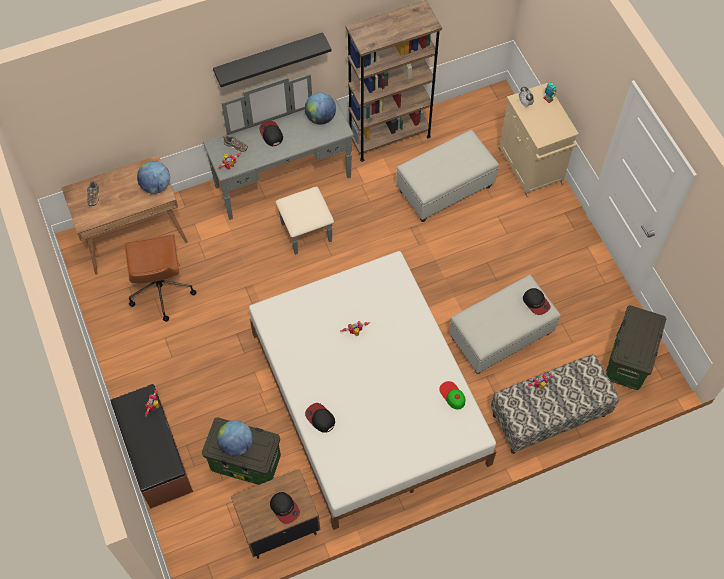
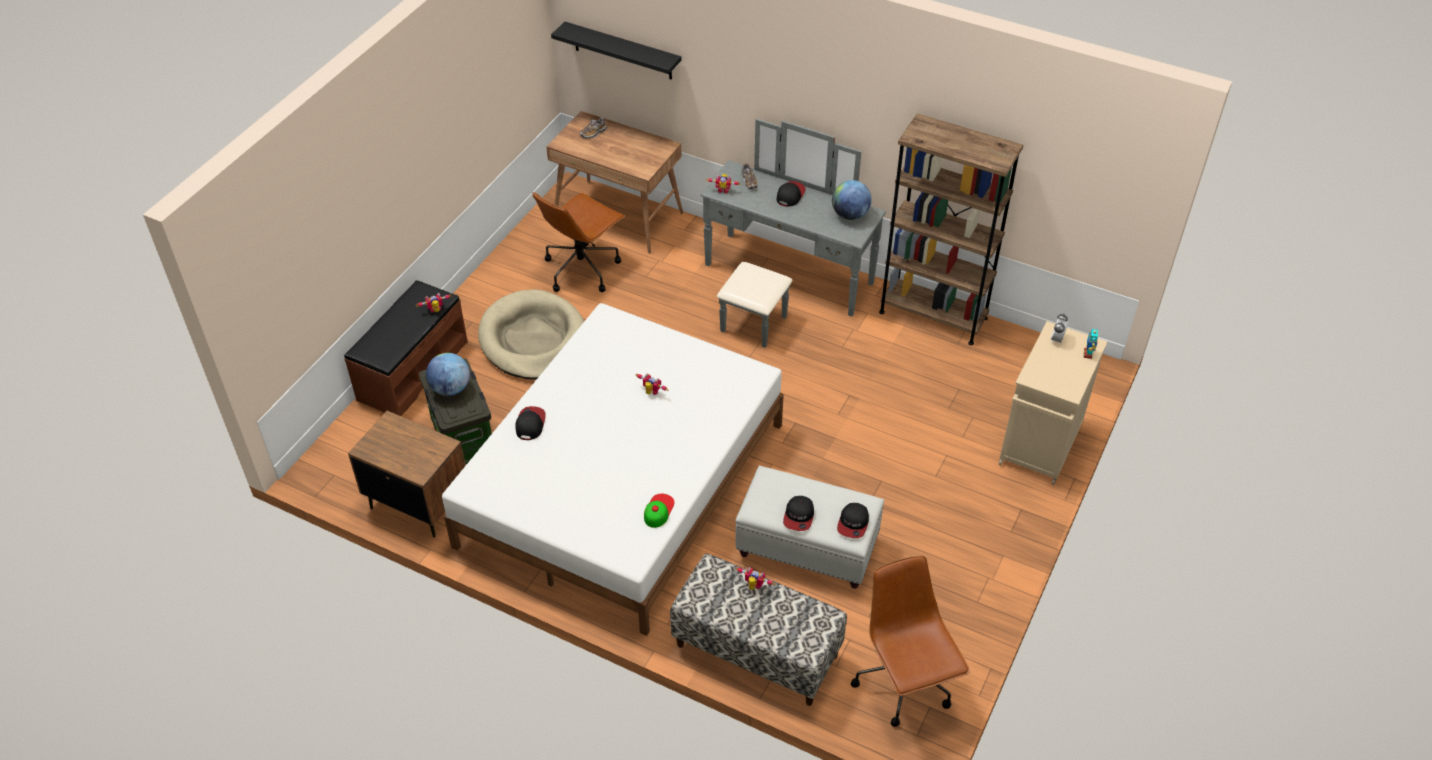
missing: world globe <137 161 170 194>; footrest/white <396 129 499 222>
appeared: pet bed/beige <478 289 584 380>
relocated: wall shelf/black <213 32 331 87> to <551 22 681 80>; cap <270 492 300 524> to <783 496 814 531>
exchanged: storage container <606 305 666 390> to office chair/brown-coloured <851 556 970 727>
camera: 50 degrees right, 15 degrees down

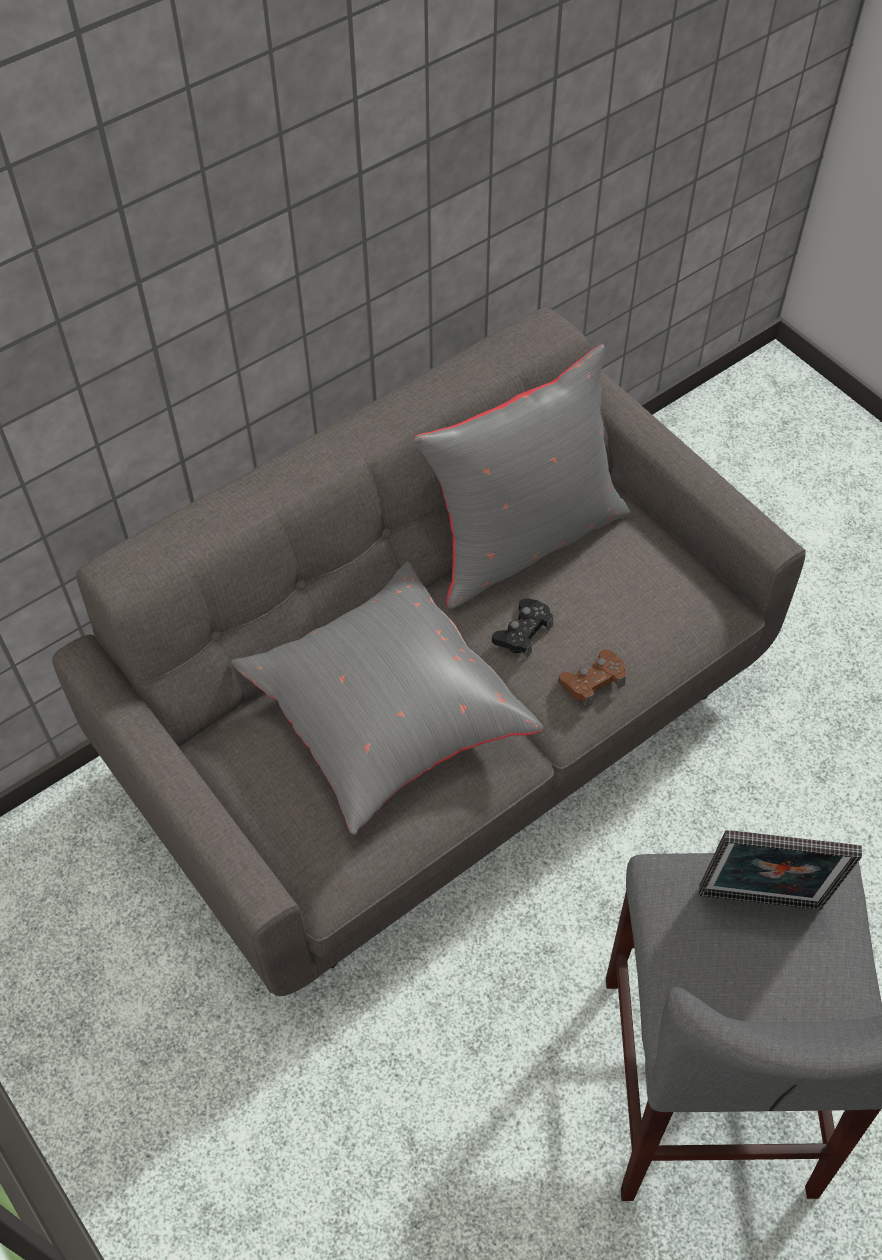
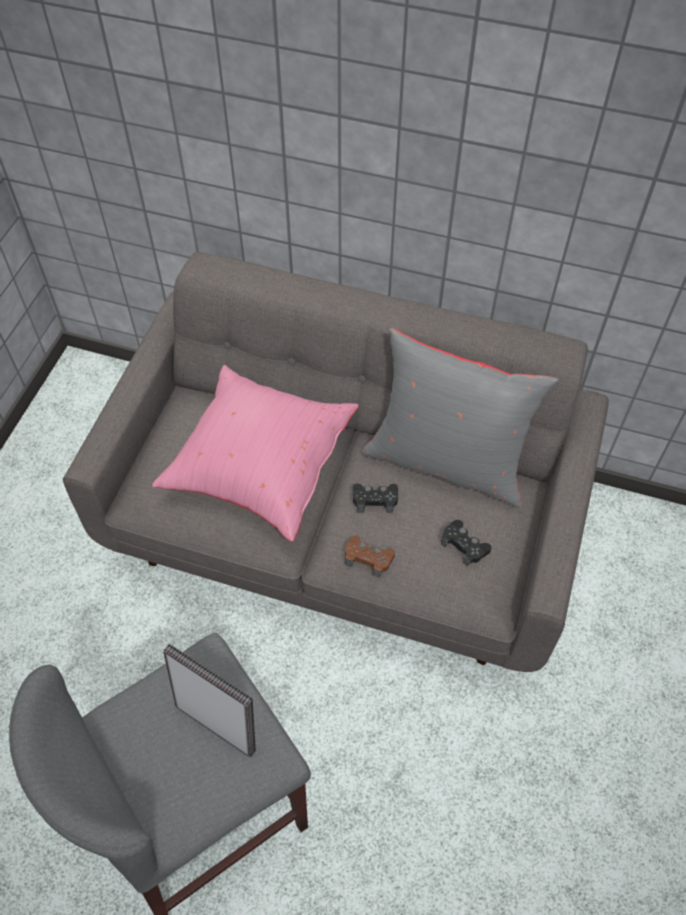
appeared: game controller/black <441 520 492 567>
colour: throw pillow/grey <231 562 543 835> to throw pillow/pink-coloured <152 365 359 541>
spun: photo frame <699 830 862 910> = <163 644 256 758> 150 degrees clockwise
camera: 55 degrees right, 0 degrees up

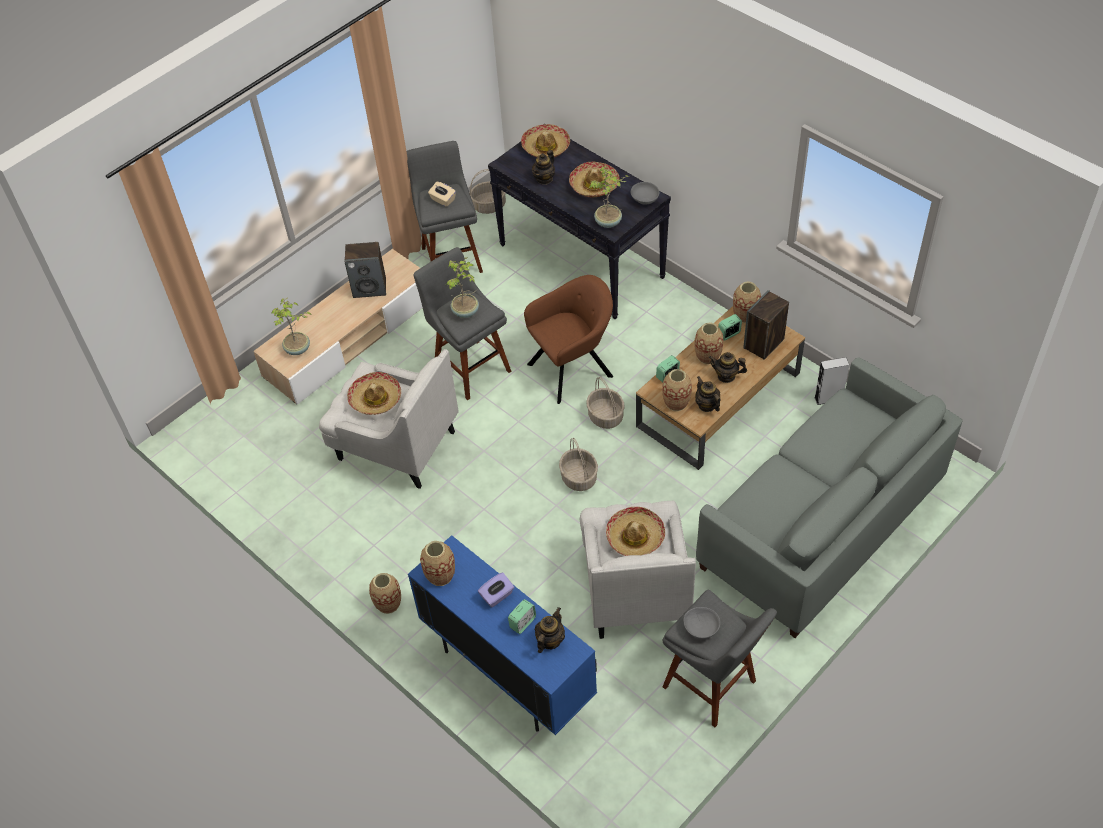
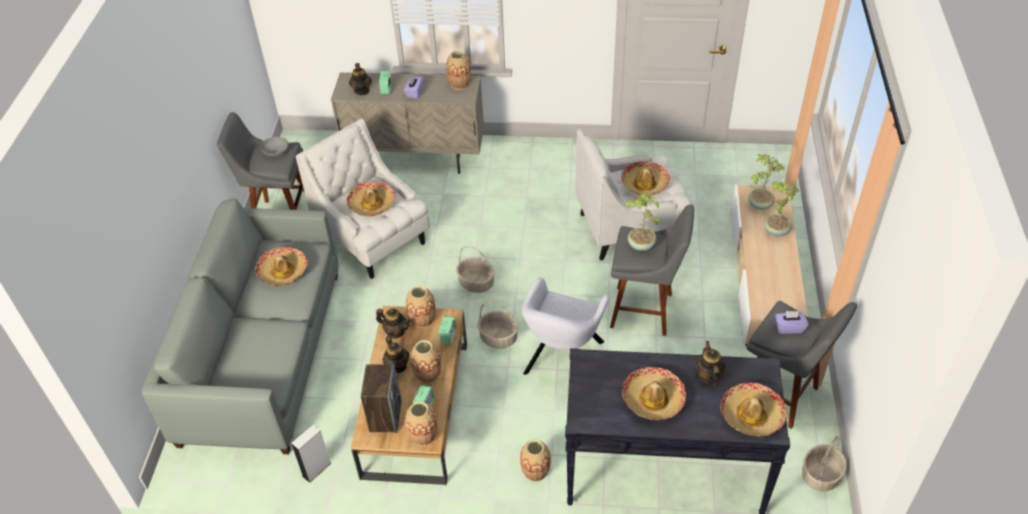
missing: loudspeaker <344 242 386 298>; serving bowl/grey <631 182 659 204>
appeared: wearable hat <255 247 307 286>
relocated: flower vase <369 573 401 614> to <520 440 551 482>; plant in a pot <589 165 629 228> to <764 181 799 236>
colour: cabinet/blue <408 535 597 735> to cabinet/beige <331 72 484 174>; tissue holder/beige <428 182 456 207> to tissue holder/purplish <775 311 808 334>; lounge chair/brown-coloured <524 275 613 404> to lounge chair/grey <522 277 610 375>
spun: pot for tea <709 352 747 383> = <383 336 409 373> 90 degrees clockwise
camera: 140 degrees right, 5 degrees down

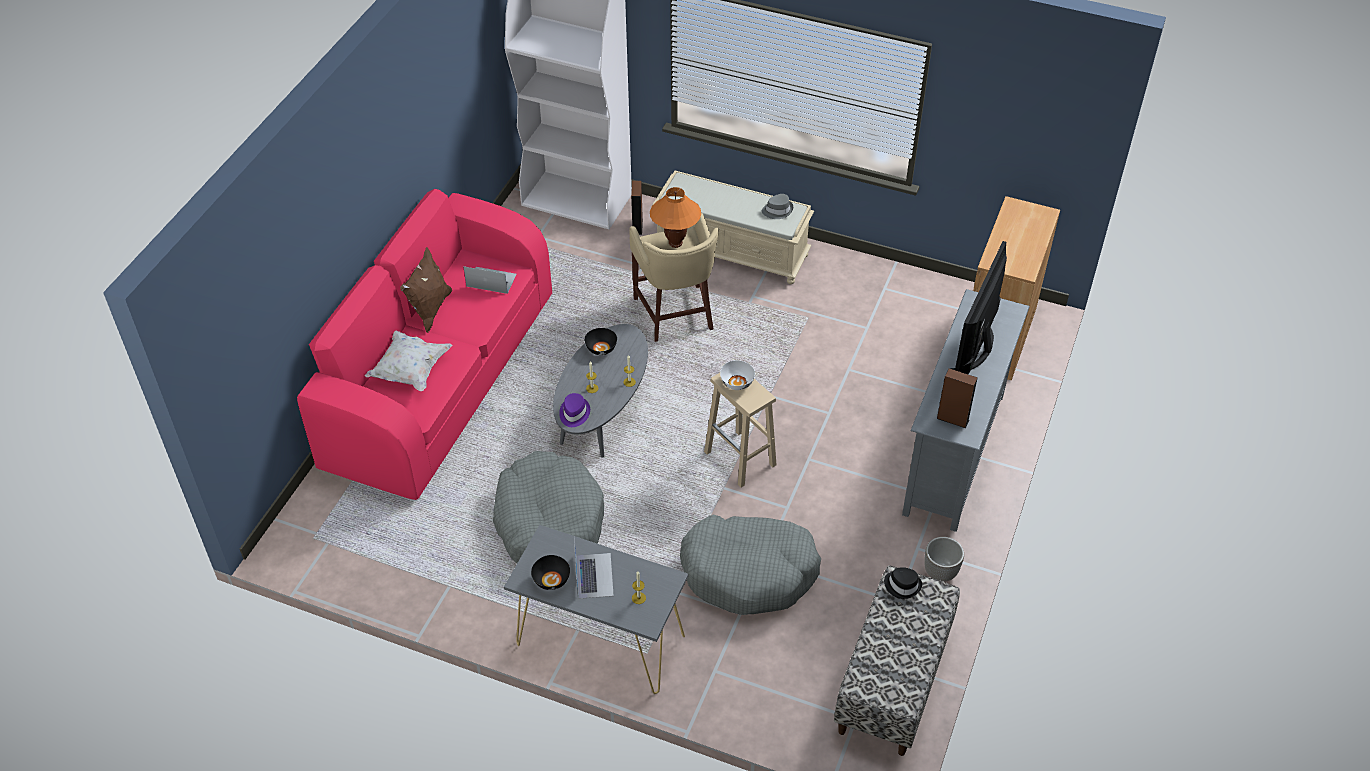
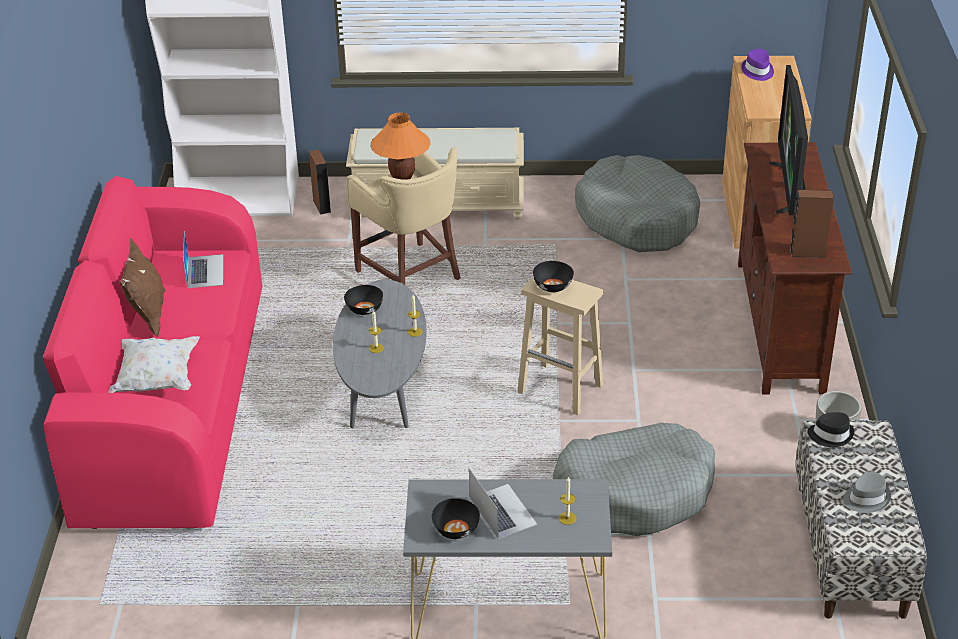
relocated: pet bed/grey <493 451 604 563> to <575 155 700 252>; wearable hat/purplish <559 393 590 427> to <741 49 774 81>; wearable hat/grey <762 194 793 219> to <843 472 891 513>
colour: serving bowl/white <720 360 755 390> to serving bowl/black <533 261 574 292>; media console/grey <902 289 1030 532> to media console/brown-coloured <738 142 852 394>
spun: laptop <463 266 517 294> = <183 231 223 288> 90 degrees clockwise
camera: 20 degrees left, 10 degrees down

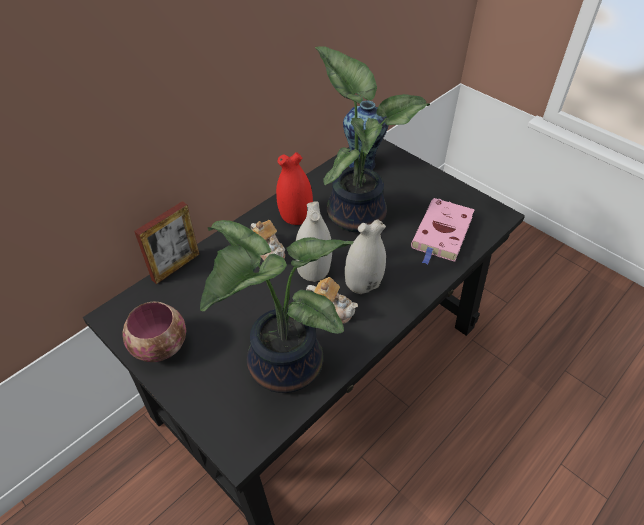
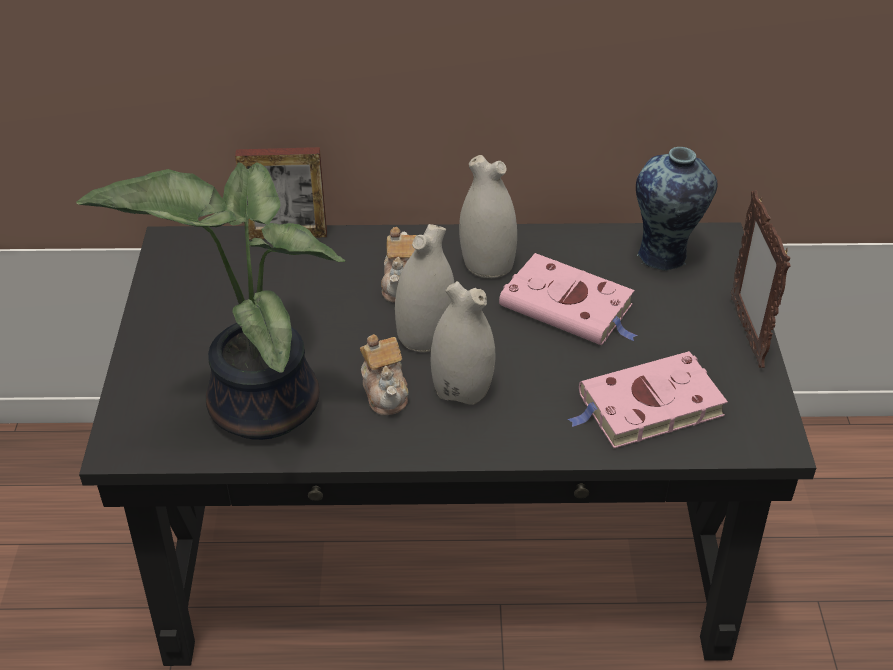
missing: serving bowl <122 301 187 362>
appeared: photo frame <731 190 791 368>
exchanged: plant in a pot <315 47 430 232> to volume/pink-coloured <499 253 638 345>
colour: flower vase/red-coloured <276 152 313 225> to flower vase/white <459 155 517 278>
camera: 45 degrees right, 5 degrees down

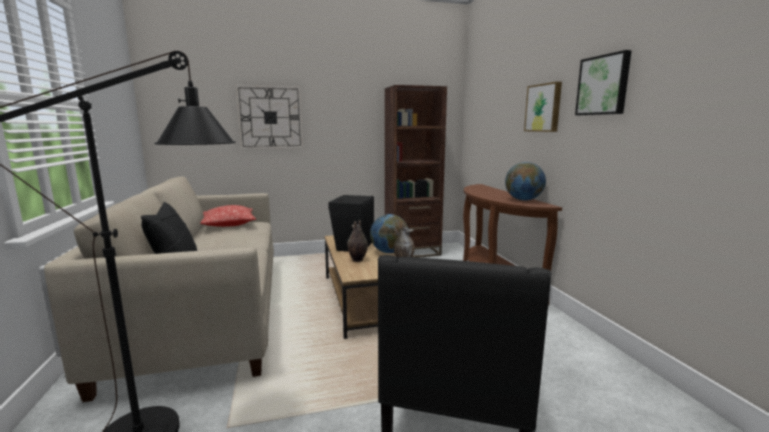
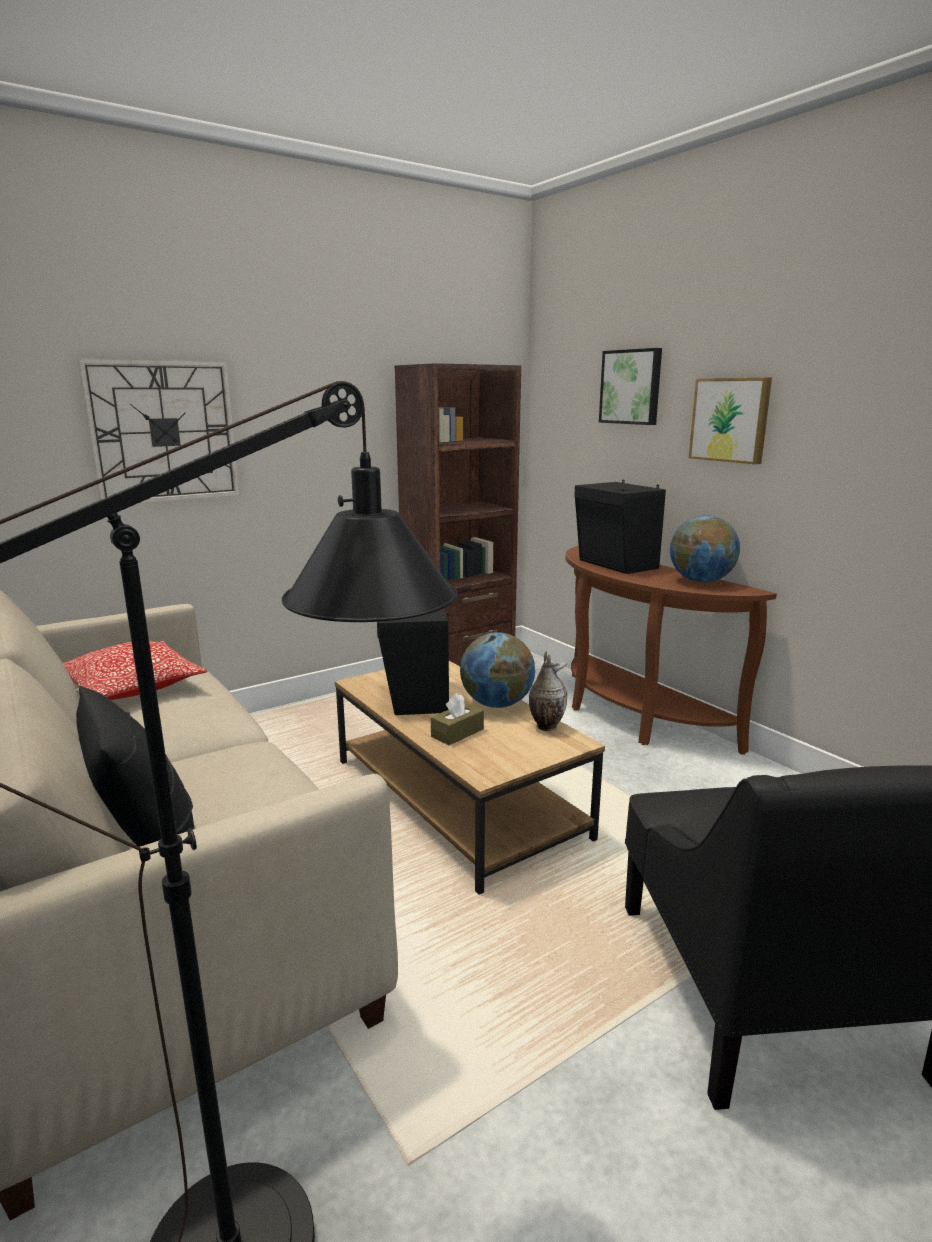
appeared: loudspeaker/black <574 480 666 574>
relocated: wall art <575 50 632 115> to <599 348 662 425>
exchanged: flower vase <347 220 368 262> to tissue holder/brown-coloured <431 693 484 745>
camera: 20 degrees left, 5 degrees up

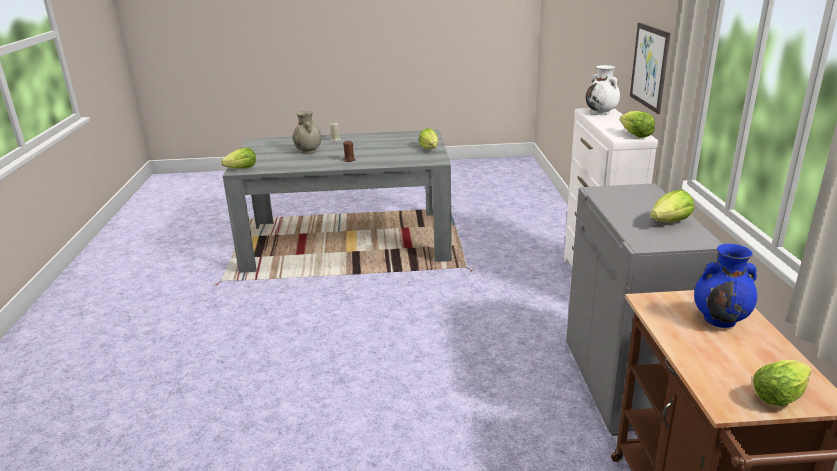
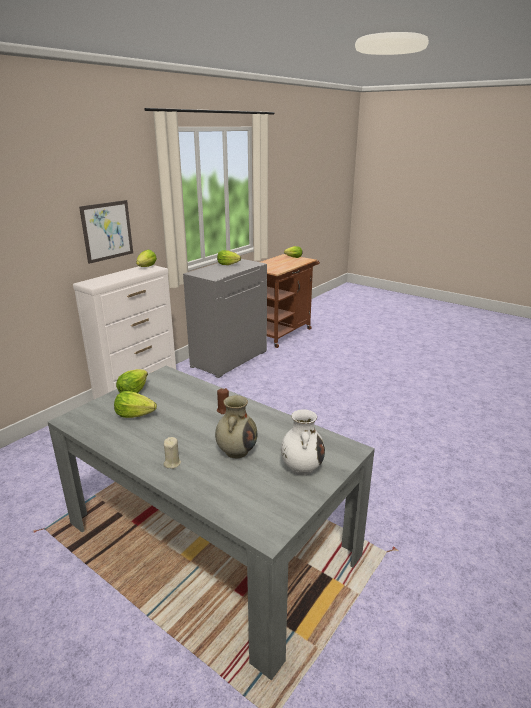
missing: flower vase/blue <694 244 757 328>
relocated: head of lettuce <221 147 256 169> to <114 391 157 418>; flower vase/white <586 65 620 115> to <281 409 325 475>
camera: 140 degrees left, 0 degrees up

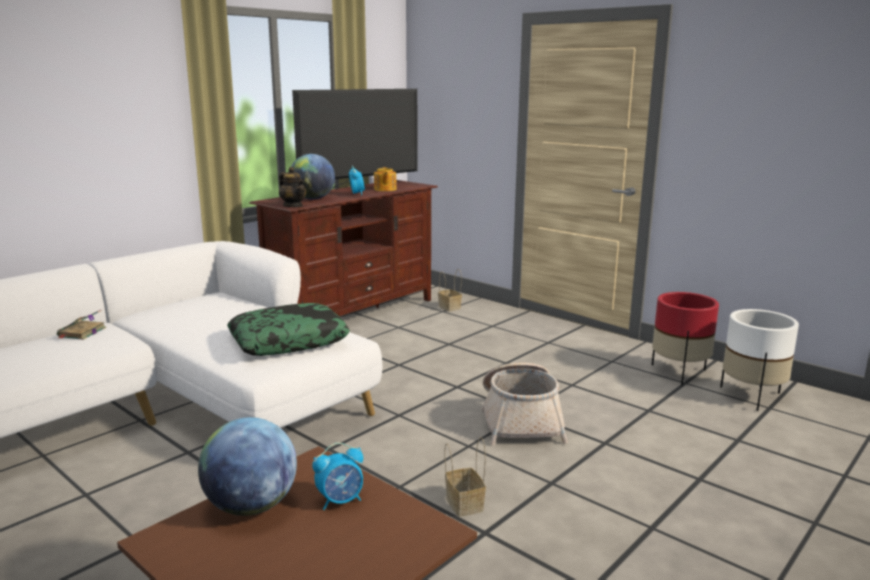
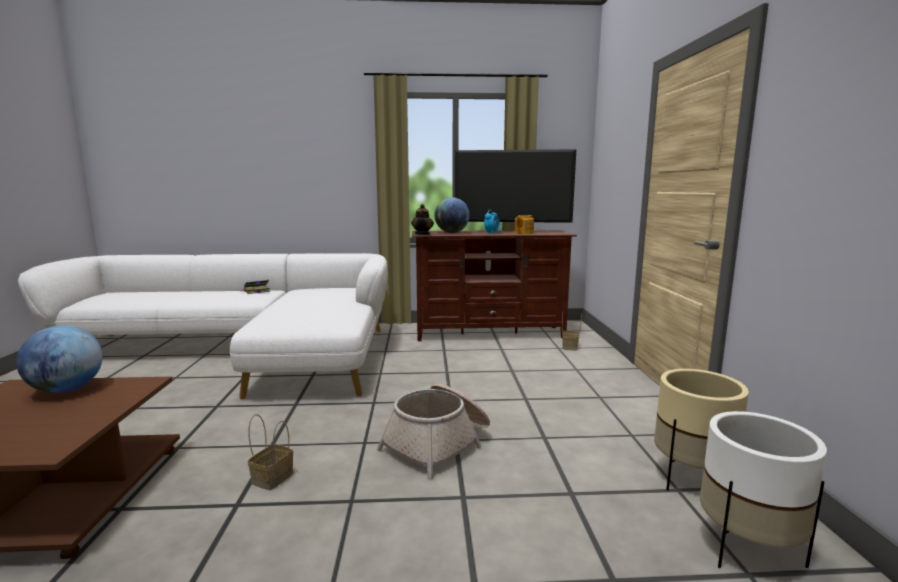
missing: throw pillow <227 303 350 356>; alarm clock <312 443 363 510>
colour: flower pot/red-coloured <652 292 719 386> to flower pot/beige <654 369 749 491>
camera: 45 degrees right, 5 degrees down

